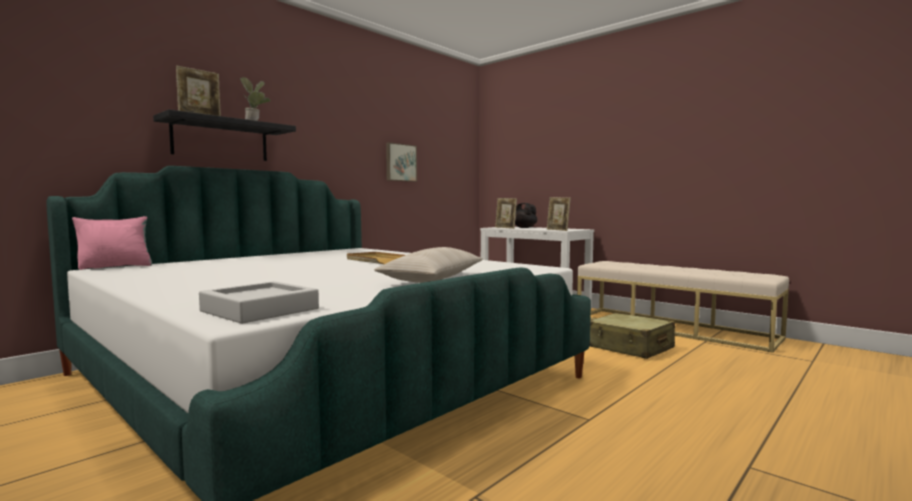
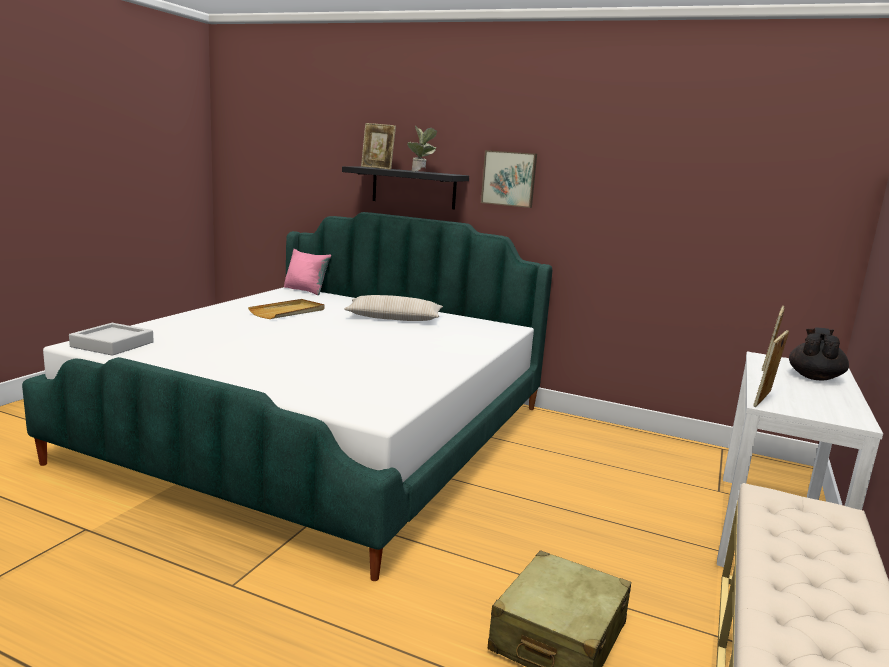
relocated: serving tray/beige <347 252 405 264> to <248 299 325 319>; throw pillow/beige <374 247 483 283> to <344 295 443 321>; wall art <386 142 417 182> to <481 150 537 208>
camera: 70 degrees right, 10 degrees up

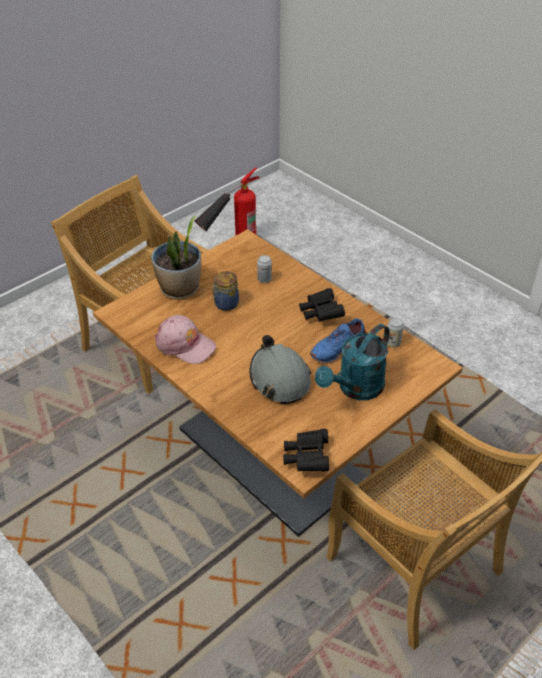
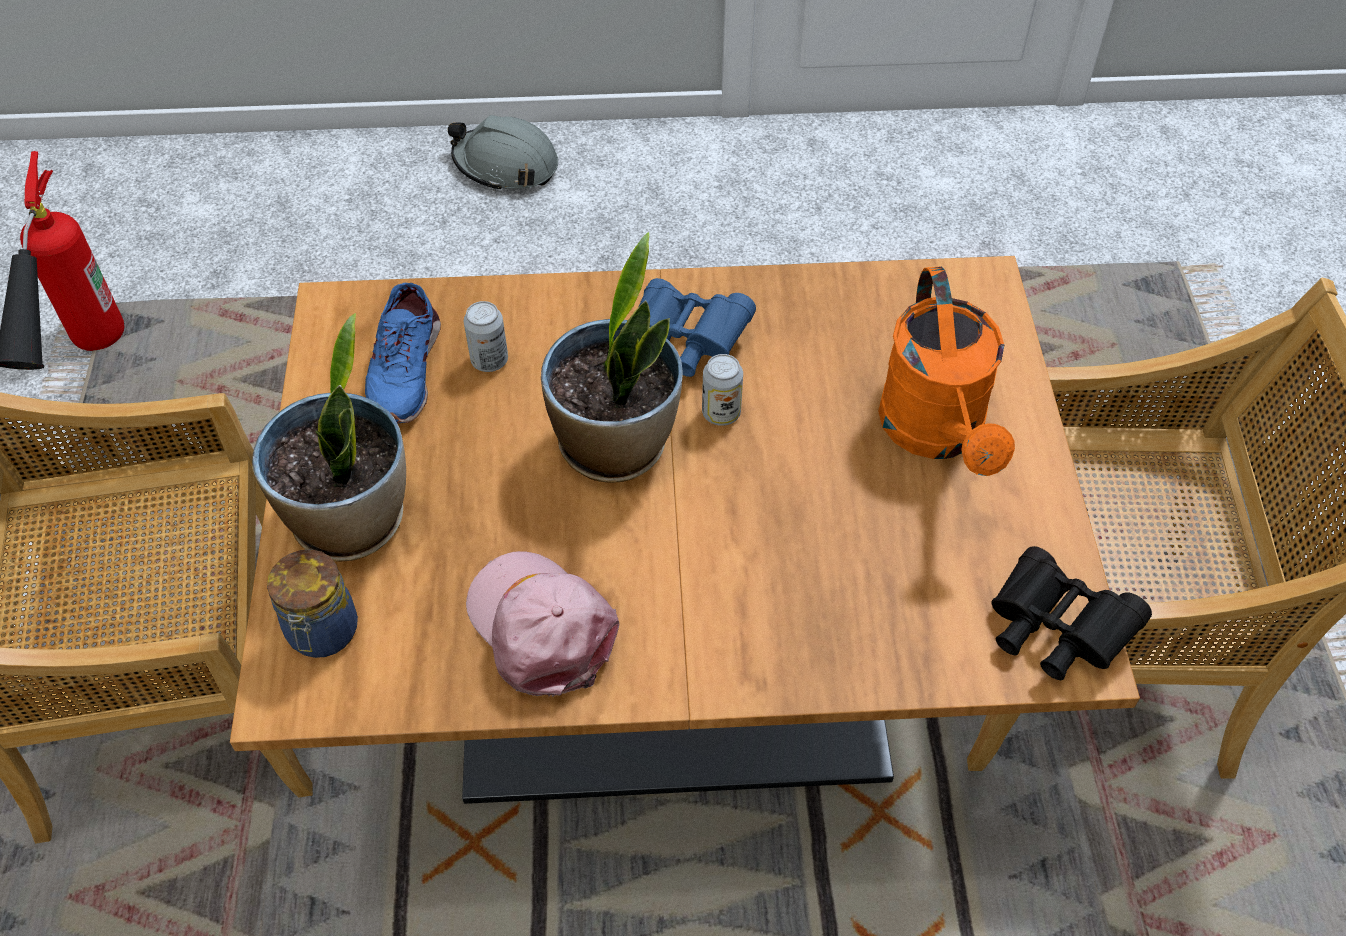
appeared: plant in a pot <541 232 683 483>
relocated: storage jar <212 271 239 311> to <267 549 358 658>; work helmet/grey <249 335 311 404> to <448 115 558 191>; low shoe/blue <310 318 366 364> to <365 283 441 423>; metal can <387 318 404 348> to <702 354 743 426>
colour: field glasses/black <299 288 345 322> to field glasses/blue <639 278 756 377>; watering pot/turquoise <315 324 390 400> to watering pot/orangey <878 266 1015 476>
spun: cap/pink-coloured <155 315 216 364> = <466 551 619 697> 105 degrees counterclockwise
camera: 50 degrees left, 10 degrees up

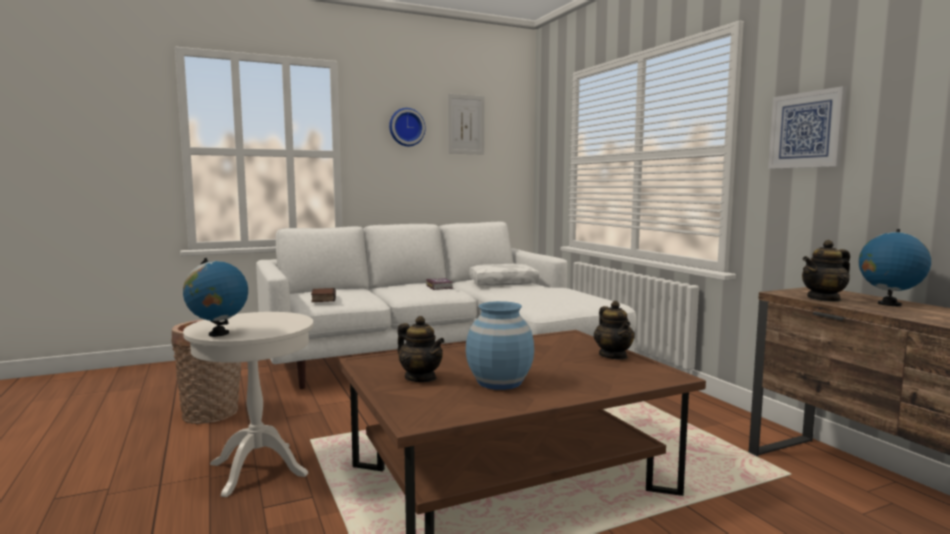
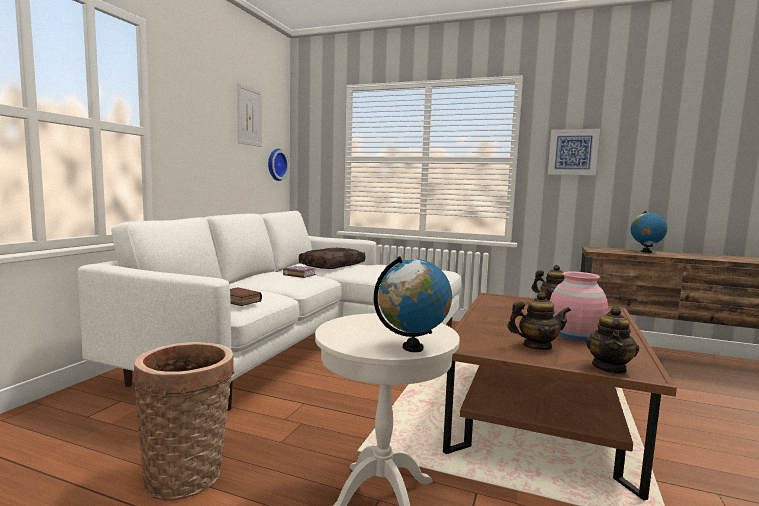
relocated: wall clock <389 108 426 146> to <268 149 289 181>; pot for tea <802 240 850 302> to <585 306 639 374>
colour: flower vase/blue <466 301 534 390> to flower vase/pink-coloured <550 272 608 341>; throw pillow/white <469 264 540 286> to throw pillow/brown-coloured <299 248 365 269>
camera: 45 degrees left, 0 degrees up

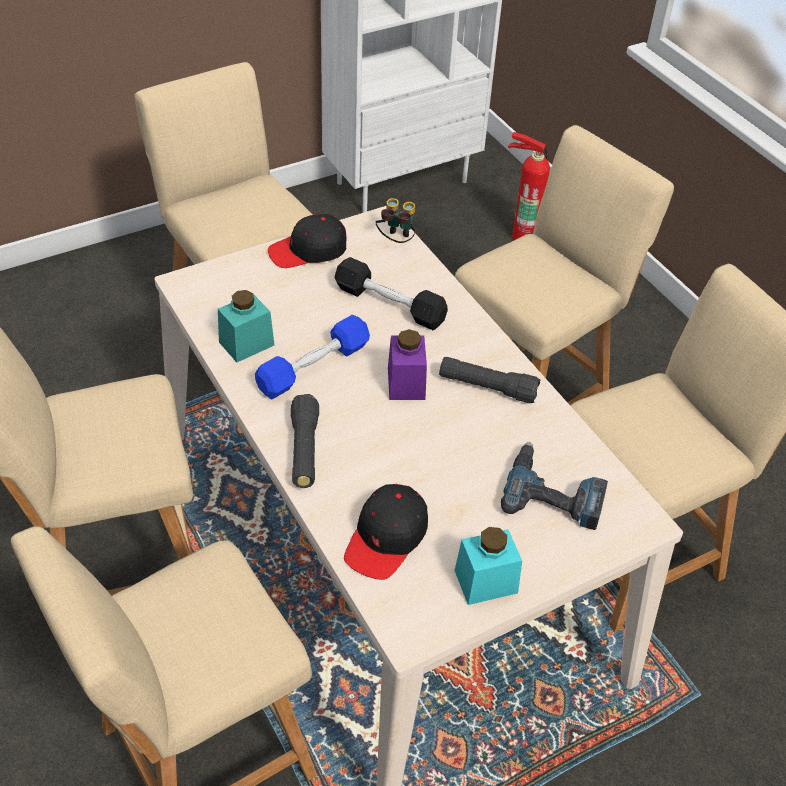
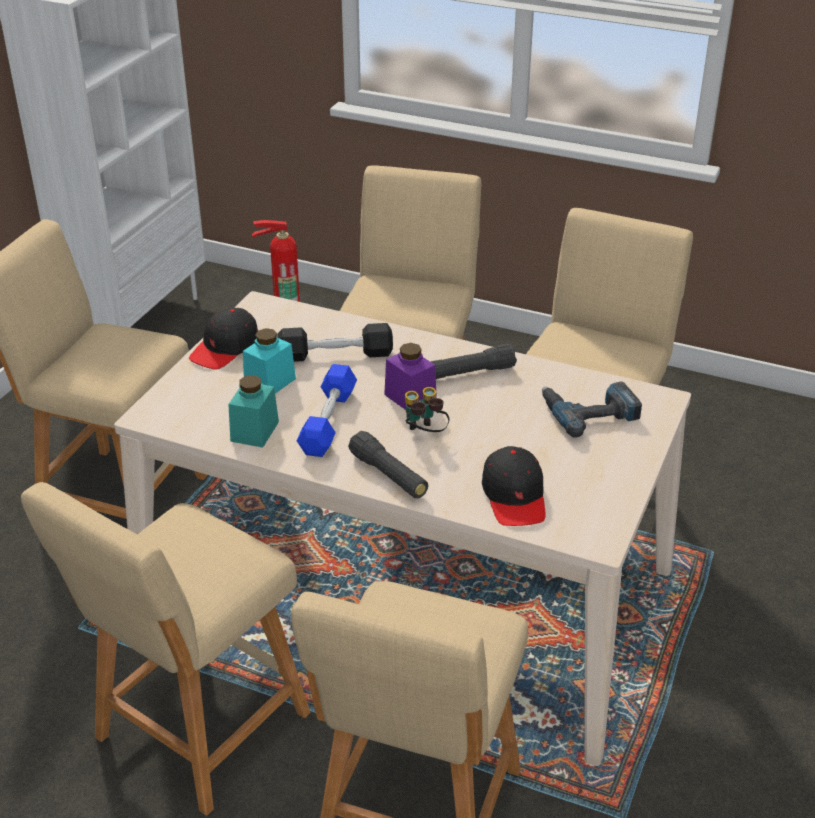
relocated: field glasses <376 198 415 243> to <405 387 450 432>; storage jar/turquoise <455 527 522 605> to <243 328 296 394>
camera: 35 degrees left, 10 degrees down

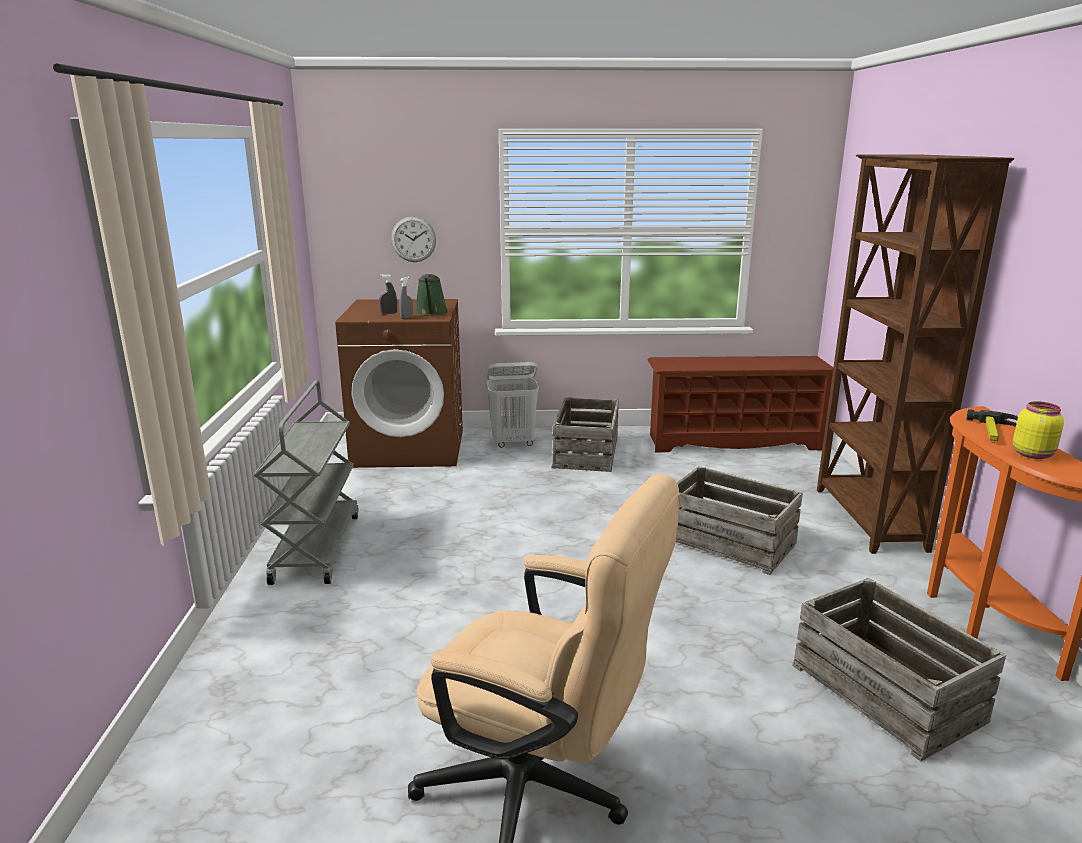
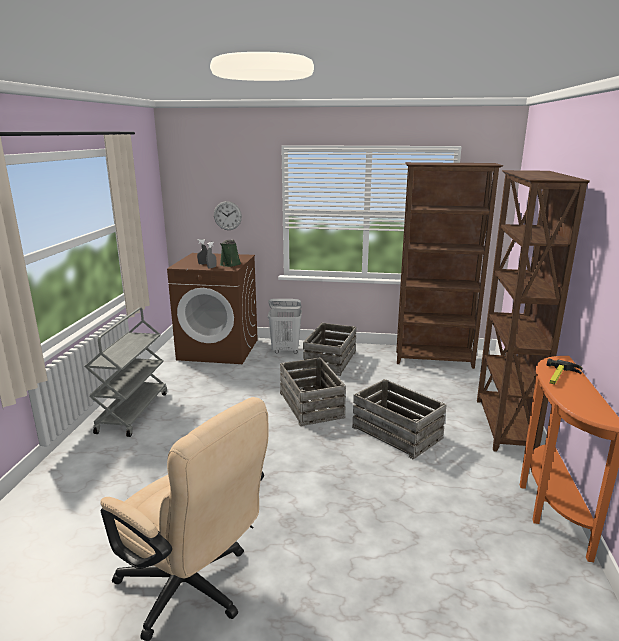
missing: storage jar/yellow-coloured <1013 401 1064 459>
relocated: packing crate <793 578 1006 762> to <280 357 346 426>
exchanged: shoe rack/brown-coloured <647 356 833 453> to shelving unit/brown-coloured <396 162 503 369>
camera: 10 degrees right, 0 degrees up

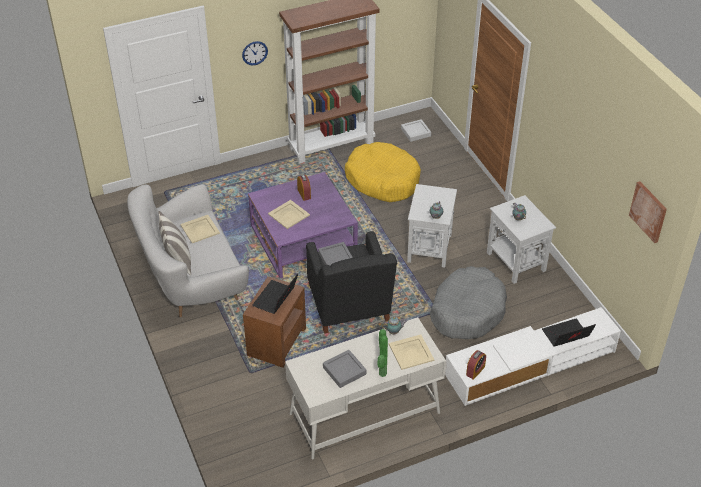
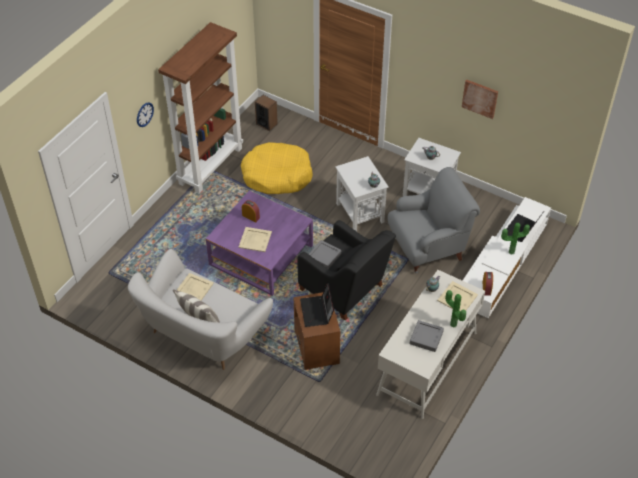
appeared: plant in a pot <501 223 530 254>
relocated: wall art <629 181 667 243> to <462 79 498 119>
exchanged: serving tray/grey <401 119 431 142> to loudspeaker <255 95 278 131>; pet bed/grey <430 266 507 339> to lounge chair/grey <387 167 480 273>
camera: 35 degrees left, 5 degrees up

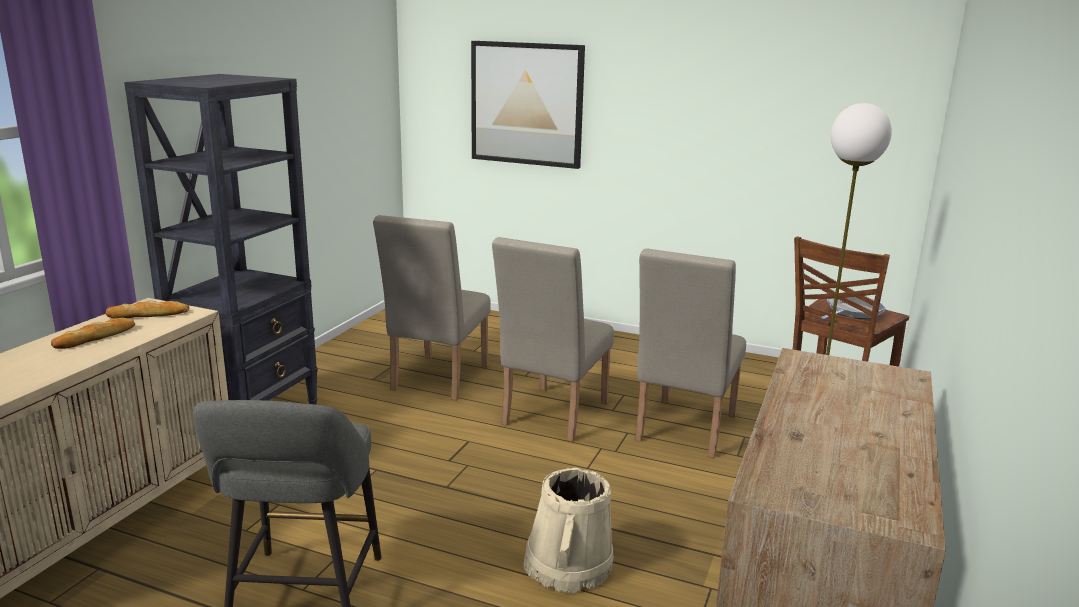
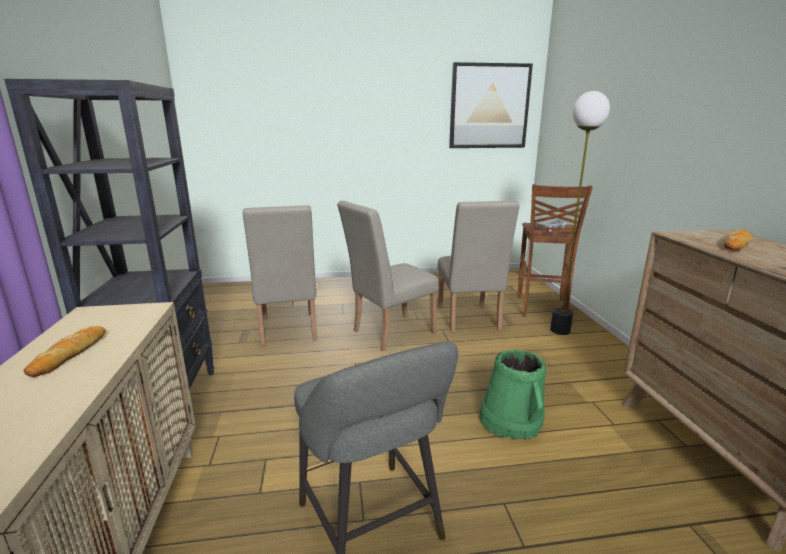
relocated: baked bread <105 301 189 319> to <724 229 752 251>; wall art <471 41 585 169> to <449 62 533 148>
colour: bucket/beige <524 468 613 594> to bucket/green <479 350 546 440>
spun: plain chair/beige <492 237 614 442> = <337 201 439 351> 60 degrees clockwise
camera: 30 degrees left, 0 degrees up

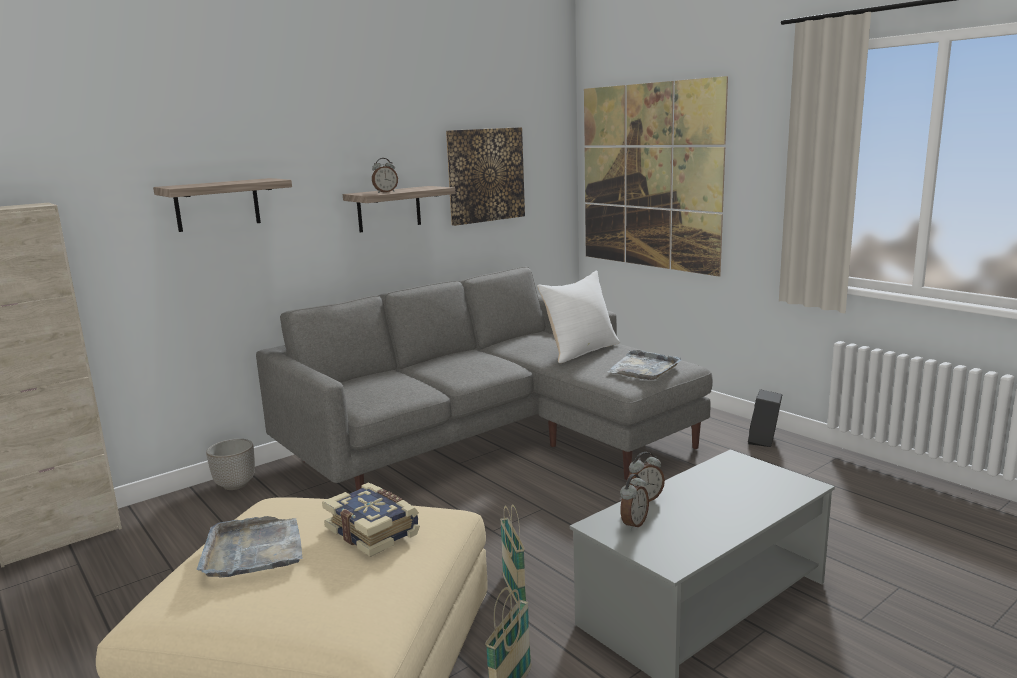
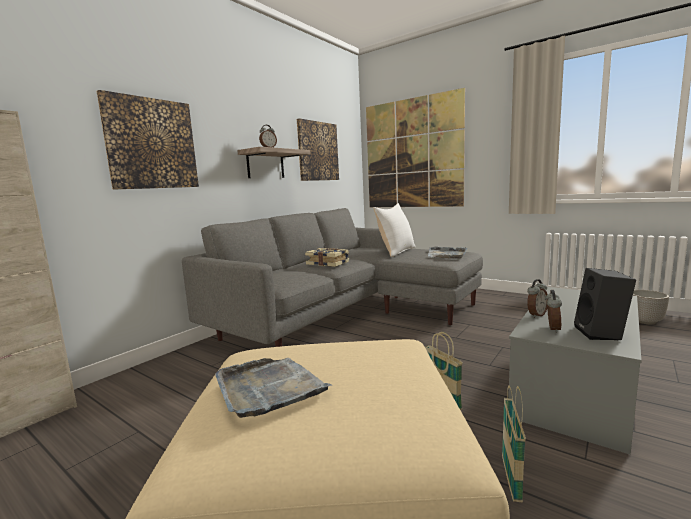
relocated: flower pot <206 439 255 490> to <633 290 669 324>; volume <322 482 420 557> to <305 248 349 267>; loudspeaker/black <748 389 782 447> to <574 268 636 340>
exchanged: wall shelf <153 178 292 232> to wall art <96 90 199 190>
camera: 15 degrees left, 5 degrees down

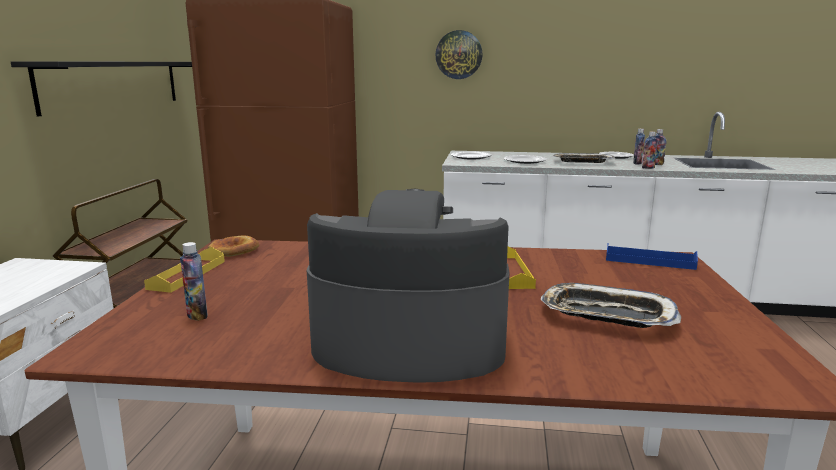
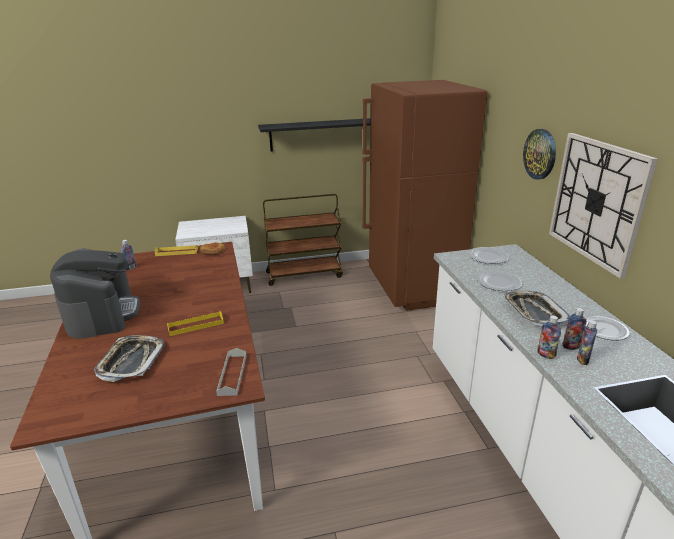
appeared: wall clock <549 133 658 279>
colour: serving tray/blue <606 245 698 270> to serving tray/grey <216 348 246 396>
camera: 70 degrees right, 10 degrees up

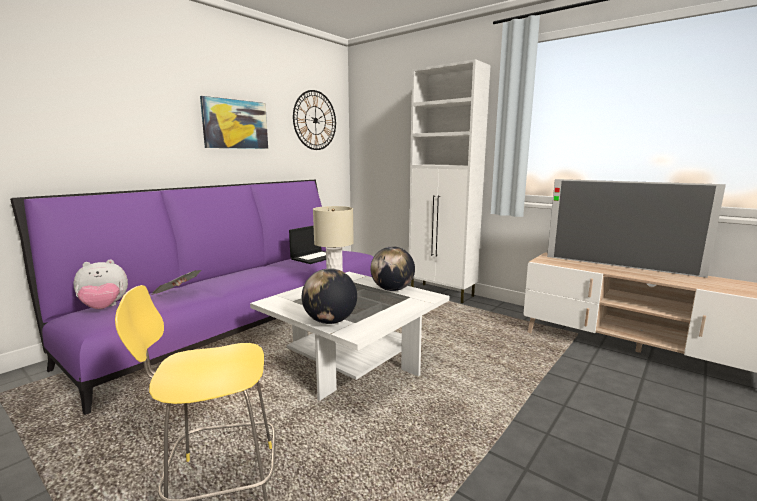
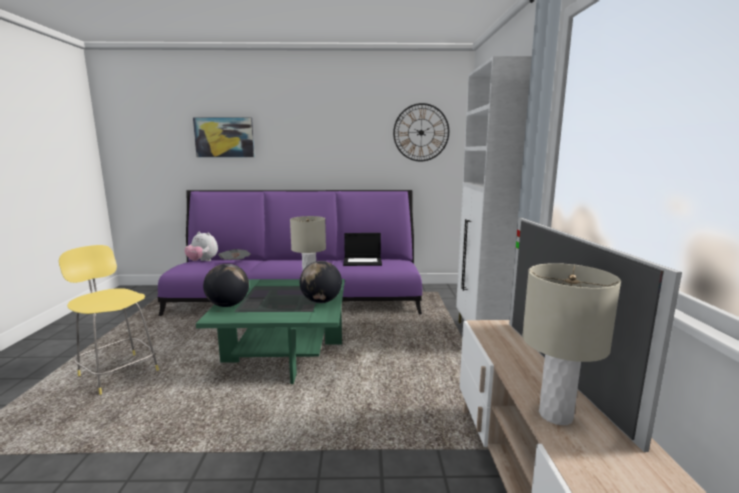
appeared: table lamp/beige <522 263 621 425>
relocated: wall art <200 96 268 149> to <193 117 255 157>
colour: lounge table/white <250 272 449 400> to lounge table/green <196 279 345 384>
camera: 50 degrees right, 0 degrees up

